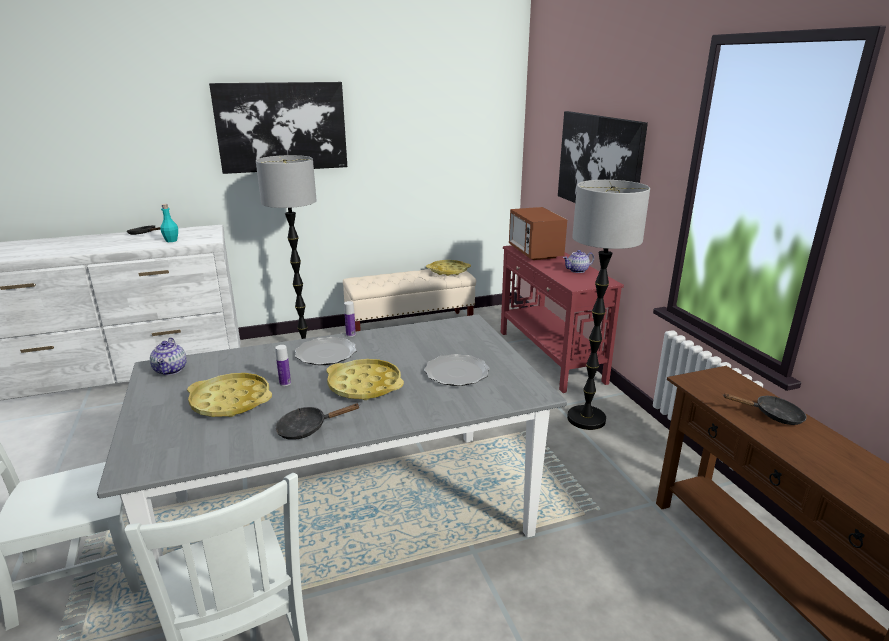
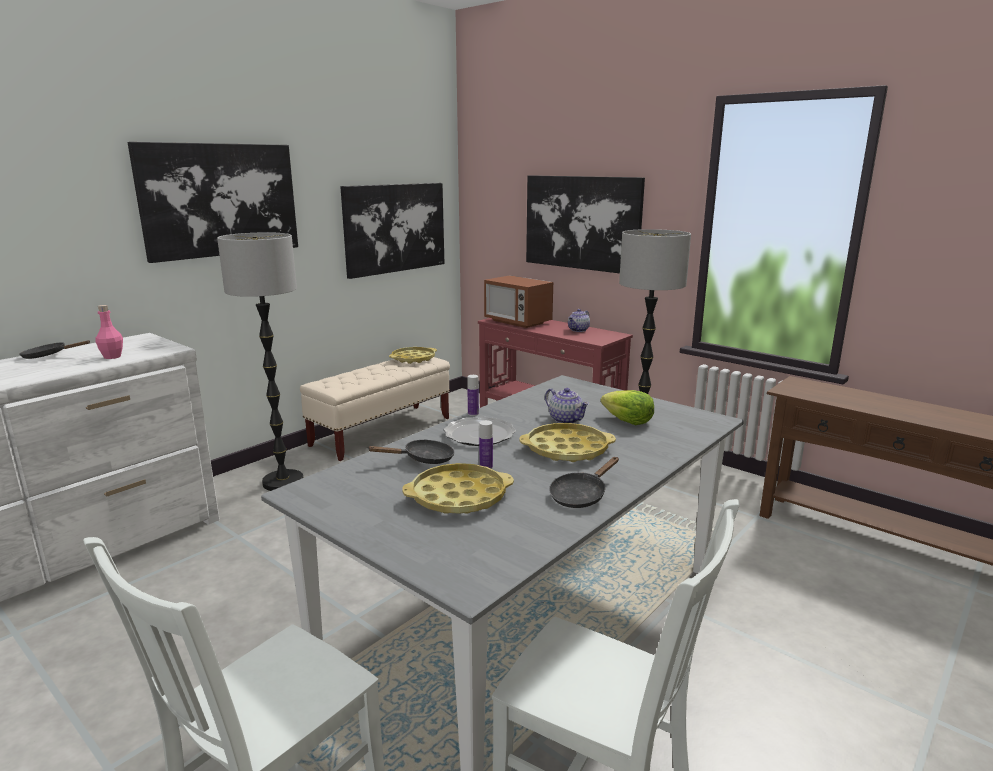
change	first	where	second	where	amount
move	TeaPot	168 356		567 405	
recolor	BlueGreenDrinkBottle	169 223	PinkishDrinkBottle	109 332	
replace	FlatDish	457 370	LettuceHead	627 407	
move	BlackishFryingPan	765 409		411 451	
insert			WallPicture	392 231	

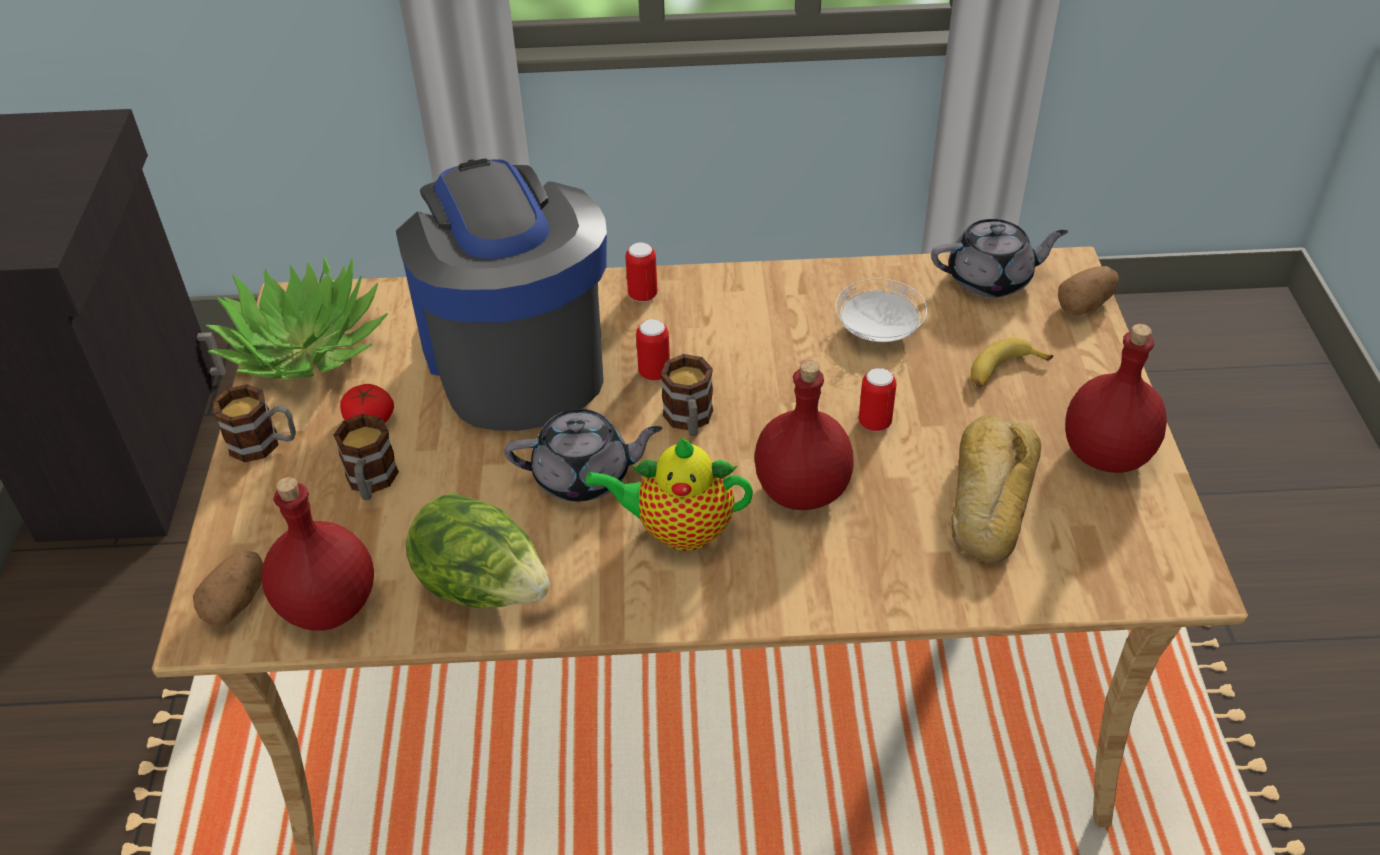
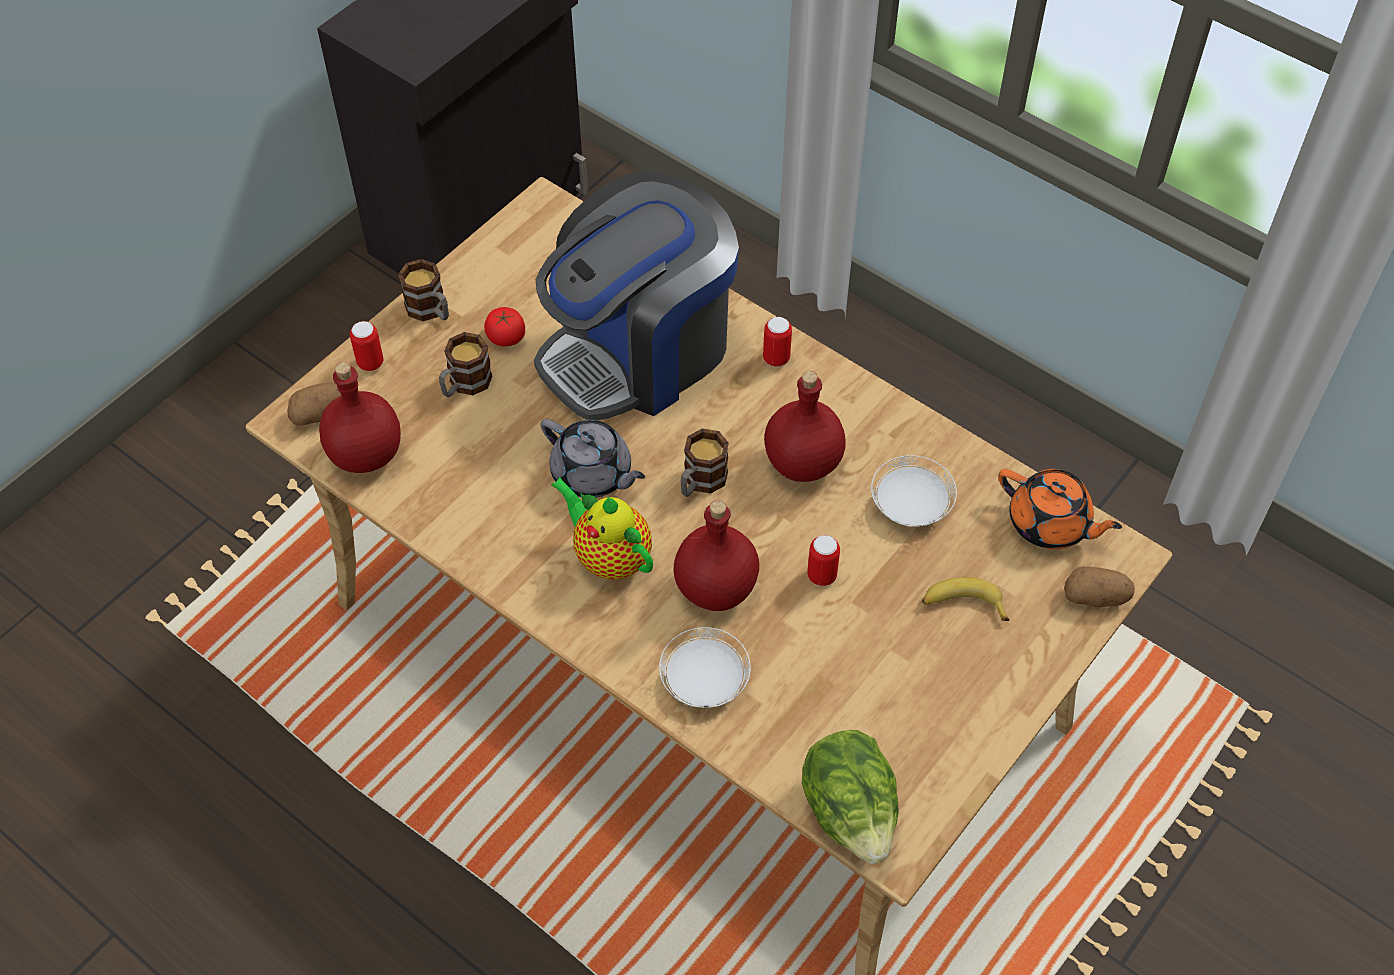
change	first	where	second	where	amount
delete	PottedPlant	296 318			
rotate	CoffeeMachine	501 294		636 296	150 degrees counterclockwise
move	LettuceHead	478 550		850 797	
move	SealedCan	653 350		367 346	
recolor	GreyishTeaPot	999 258	OrangeColouredTeaPot	1060 509	
delete	BakedBread	996 489			
move	ReddishDrinkBottle	1116 398		805 426	
insert			WhitishFlatDish	705 667	

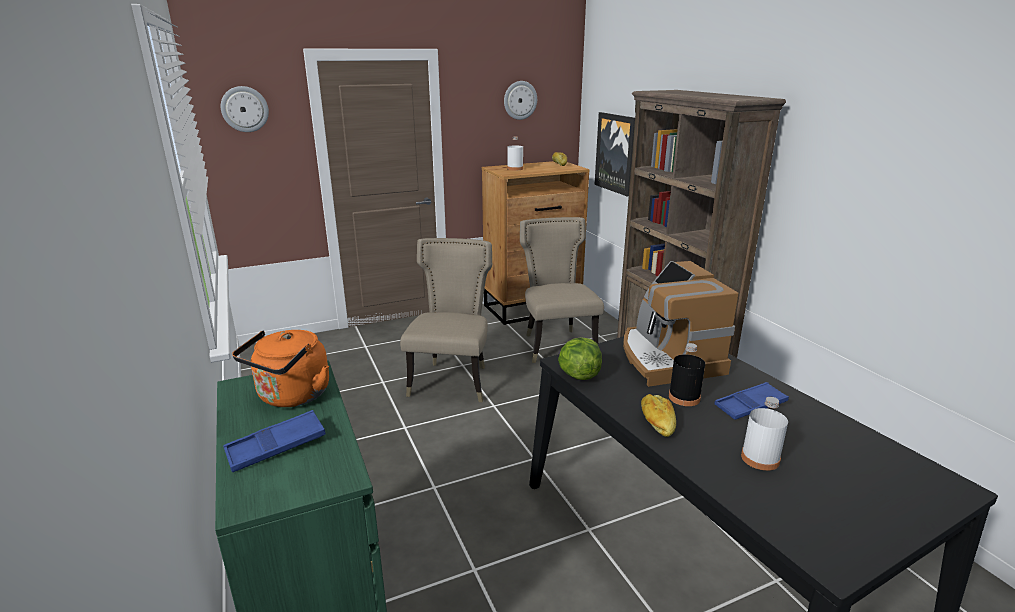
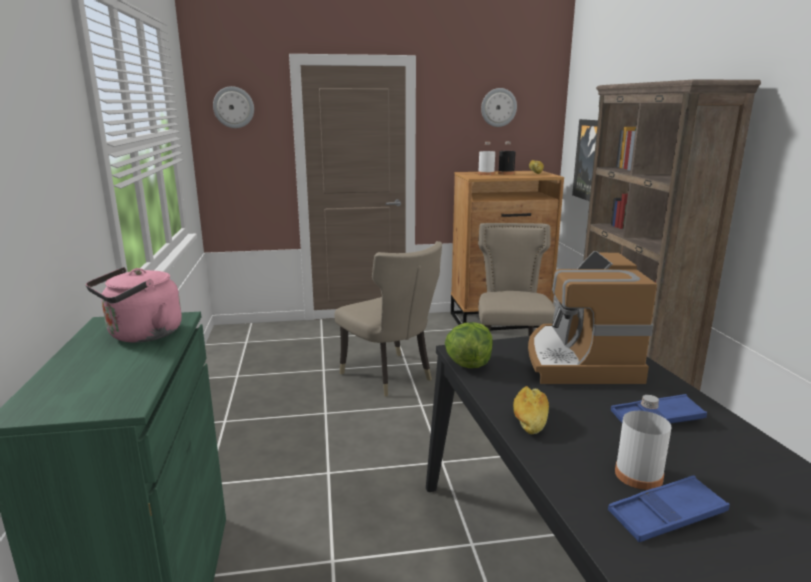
change	first	where	second	where	amount
move	BlueTray	274 441		669 508	
recolor	OrangeColouredKettle	280 368	PinkishKettle	134 305	
rotate	SandColouredPlainChair	446 320		388 318	120 degrees clockwise
move	BlackishDrinkBottle	687 374		507 158	

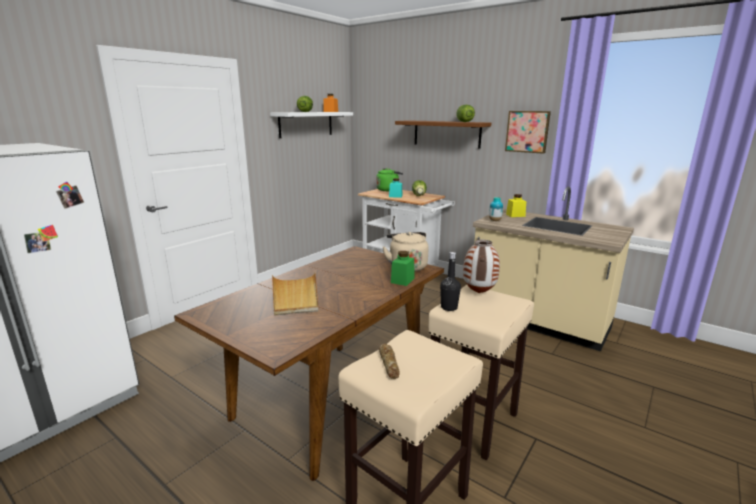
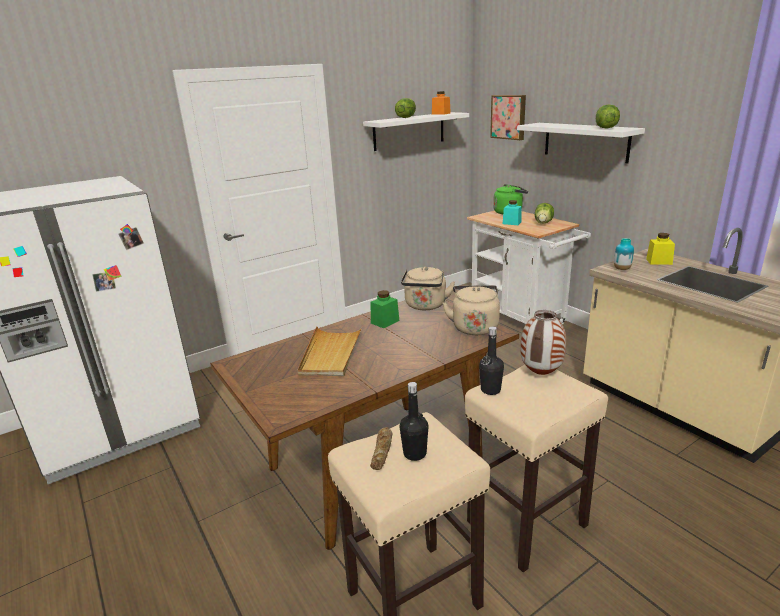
change	first	where	second	where	amount
move	GreenColouredPreserveJar	402 268		384 309	
recolor	BrownColouredBracketShelf	443 134	WhitishBracketShelf	581 143	
move	WallPicture	528 132		508 117	
insert			BlackishDrinkBottle	414 421	
insert			SandColouredKettle	428 288	

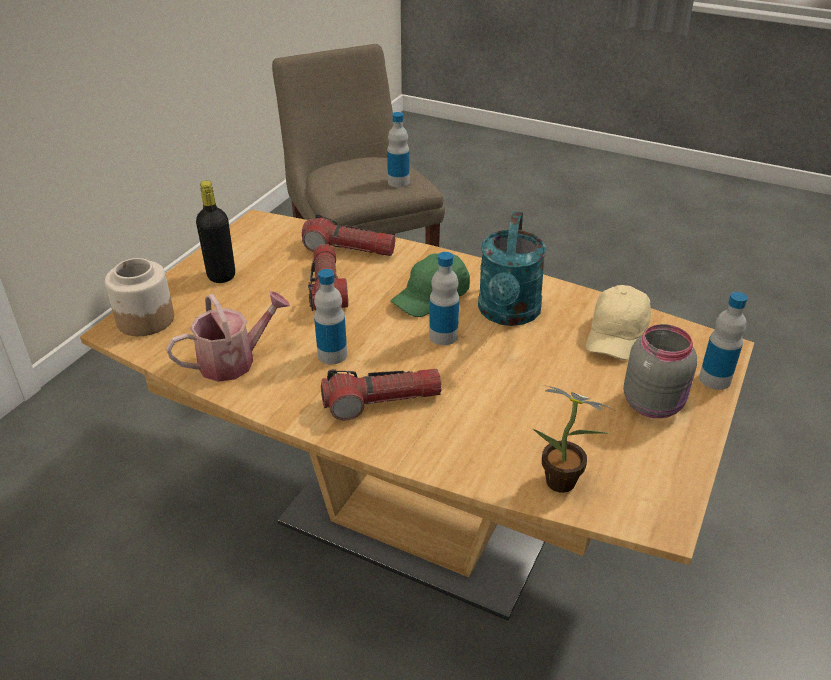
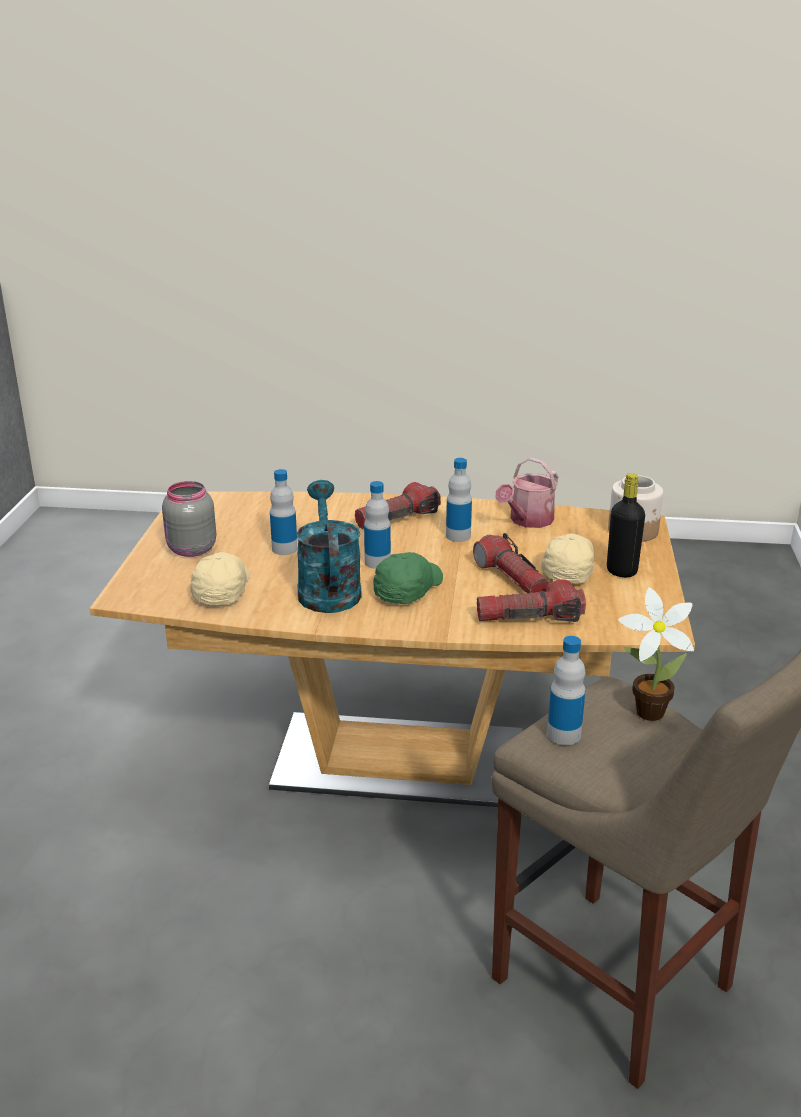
change	first	where	second	where	amount
move	PottedPlant	577 438		656 654	
move	DrinkBottle	723 341		284 512	
insert			SandColouredPeakedCap	567 558	

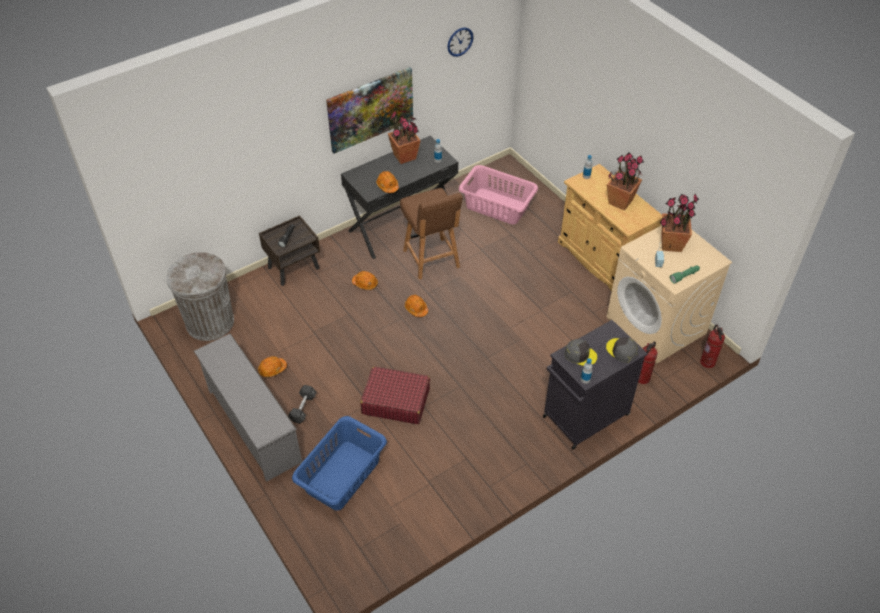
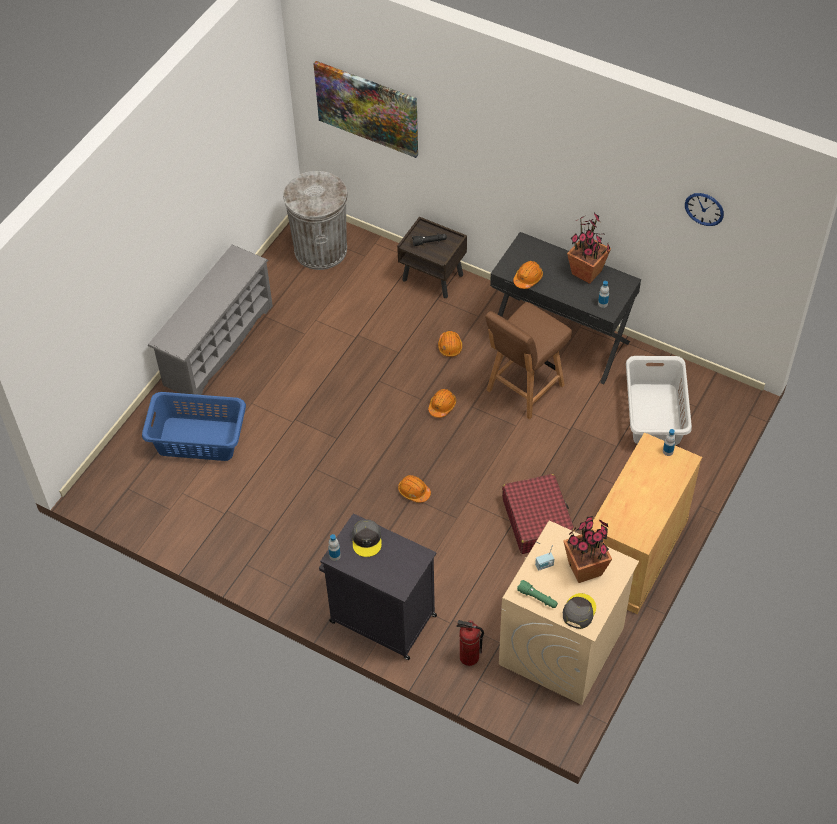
change	first	where	second	where	amount
move	OrangeColouredSafetyHelmet	272 366		414 489	
delete	BlackishFreeWeight	302 404			
move	WallPicture	369 110		365 109	
move	ReddishPieceOfLuggage	395 395		538 514	
recolor	PinkishWashingBasket	498 195	GreyishWashingBasket	659 400	
move	GreyishPeakedCap	622 350		579 611	
delete	PottedPlant	625 182			
delete	Extinguisher	712 346			

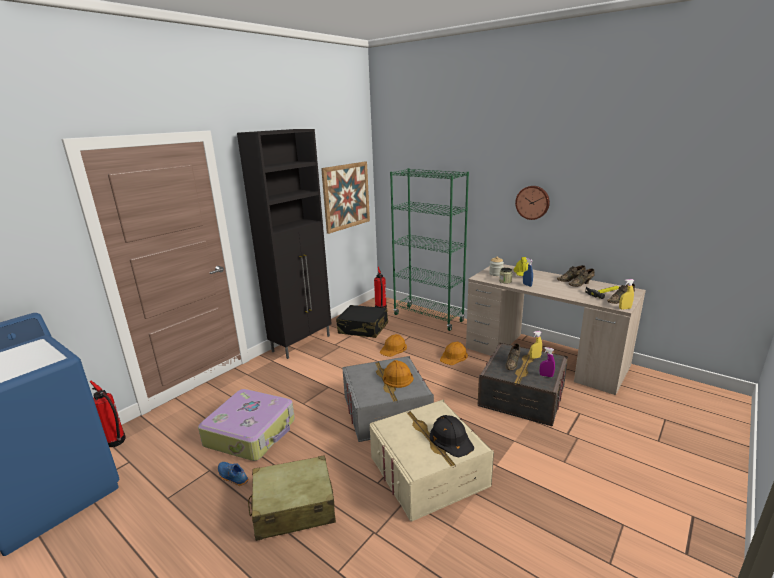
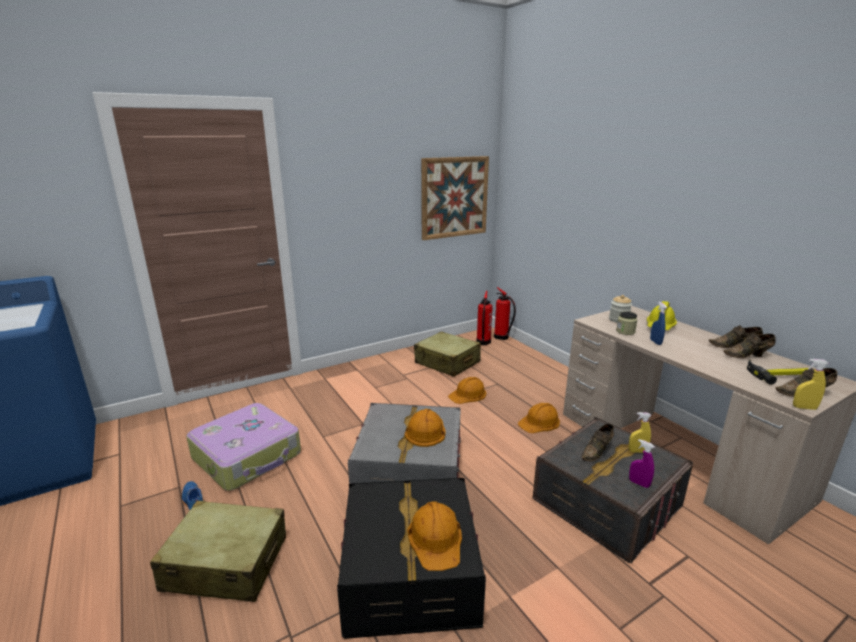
change	first	where	second	where	amount
move	Extinguisher	108 414		505 313	
delete	BlackishStorageCabinet	284 244			
recolor	BlackishPieceOfLuggage	362 321	SandColouredPieceOfLuggage	447 354	
recolor	SandColouredStorageContainer	432 461	BlackishStorageContainer	411 558	
delete	GreenColouredBookcase	429 249			
recolor	BlackishSafetyHelmet	452 436	OrangeColouredSafetyHelmet	434 536	
delete	HangingClock	532 203			

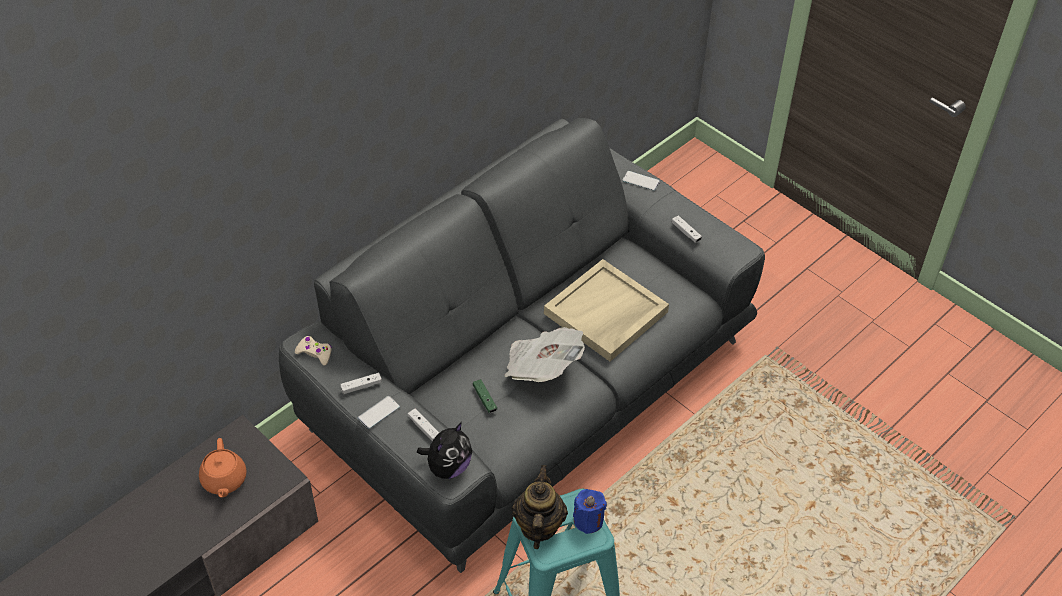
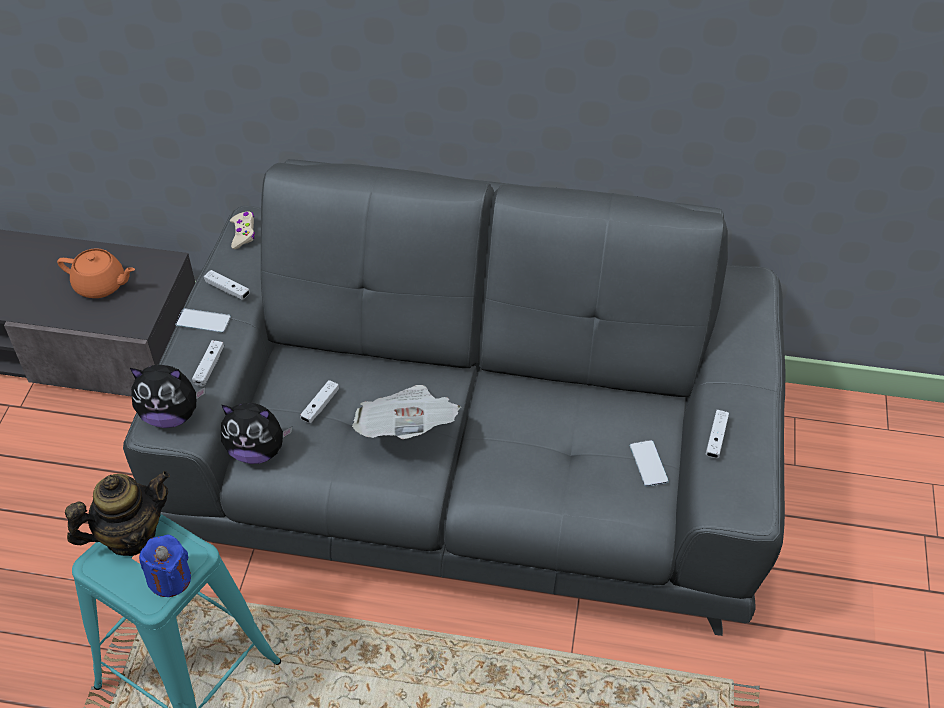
change	first	where	second	where	amount
rotate	OrangeColouredTeaPot	223 467		96 273	120 degrees counterclockwise
recolor	GreenColouredGamepad	485 396	WhitishGamepad	319 401	
delete	SandColouredTray	606 310			
move	Handset	641 181		649 463	
insert			PlushToy	256 433	

